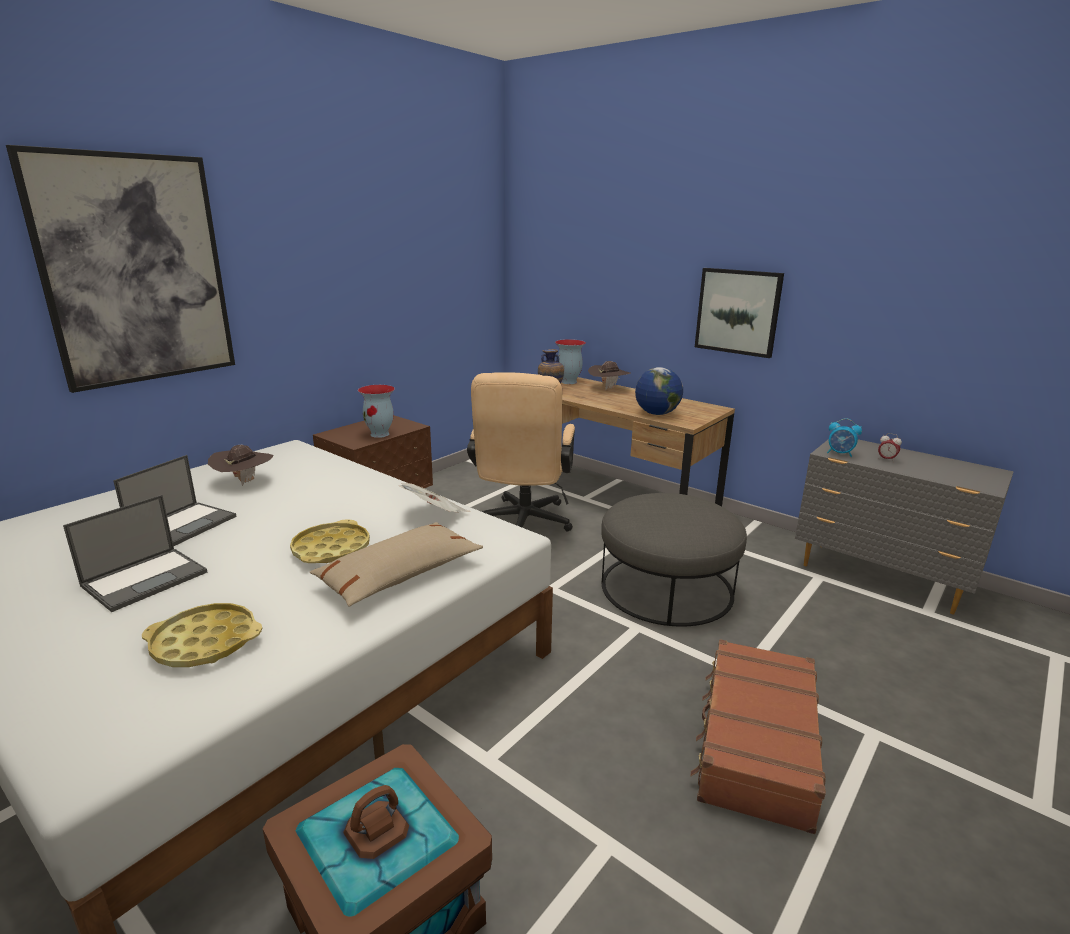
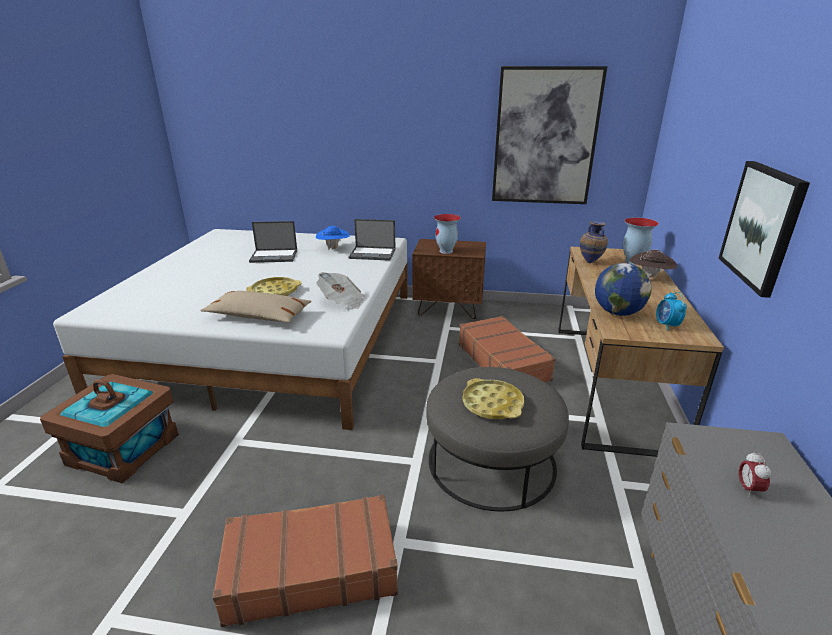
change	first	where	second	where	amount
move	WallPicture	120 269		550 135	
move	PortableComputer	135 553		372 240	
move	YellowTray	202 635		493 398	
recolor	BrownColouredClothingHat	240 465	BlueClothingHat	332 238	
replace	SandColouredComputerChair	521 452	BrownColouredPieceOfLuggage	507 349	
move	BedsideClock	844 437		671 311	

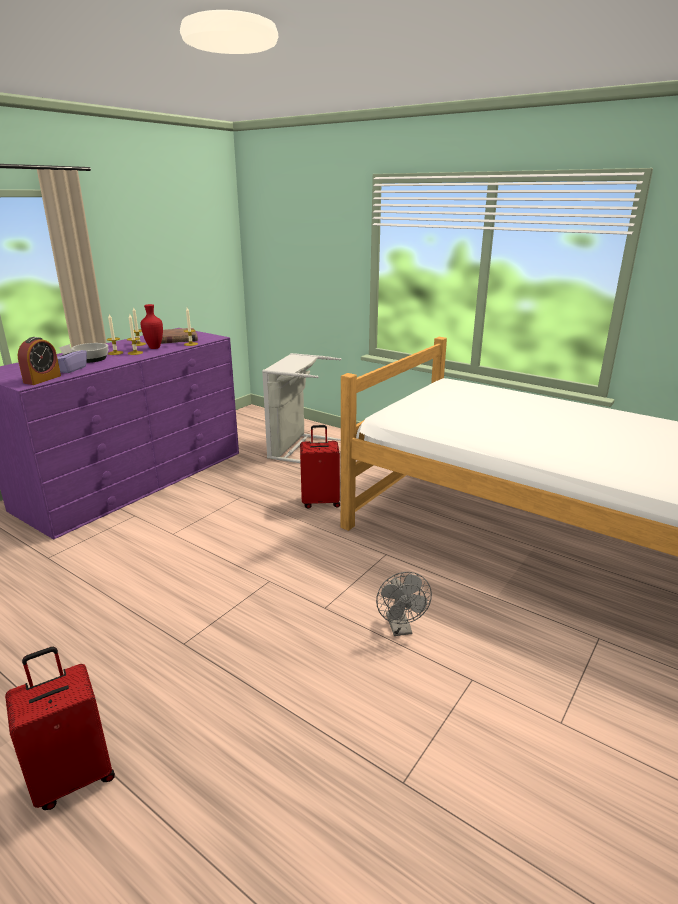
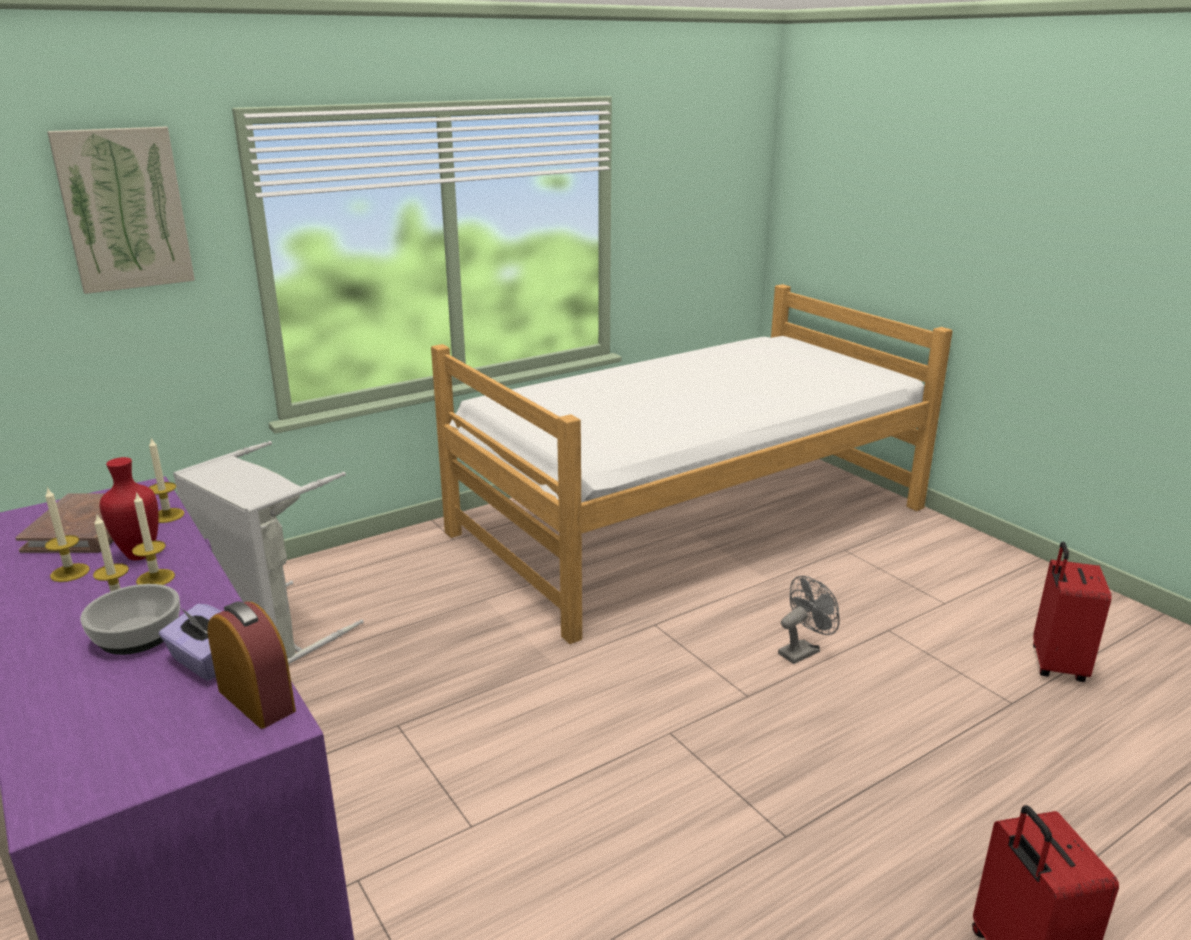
change	first	where	second	where	amount
move	ReddishPieceOfLuggage	320 467		1072 612	
rotate	GreyishCoolingFan	404 604		809 620	45 degrees counterclockwise
insert			WallPicture	121 210	

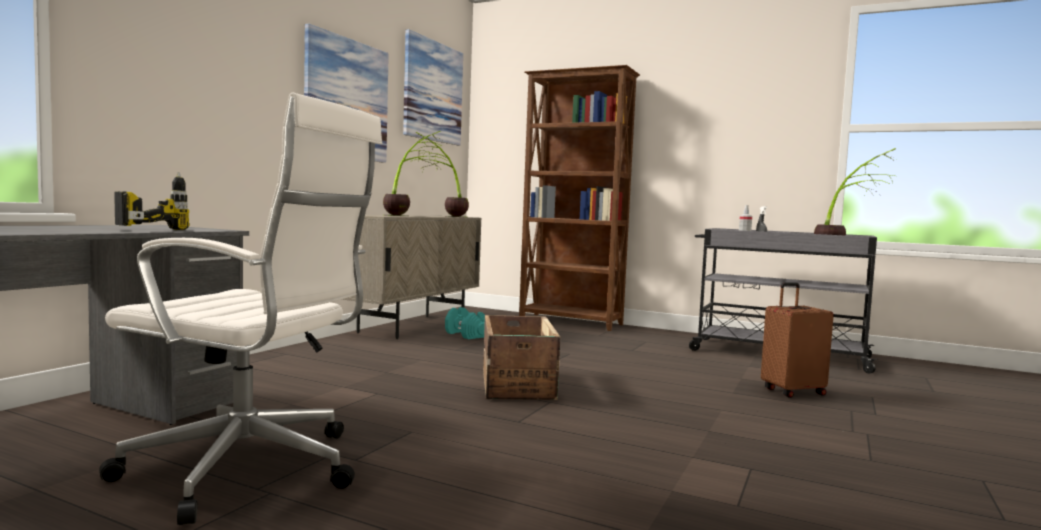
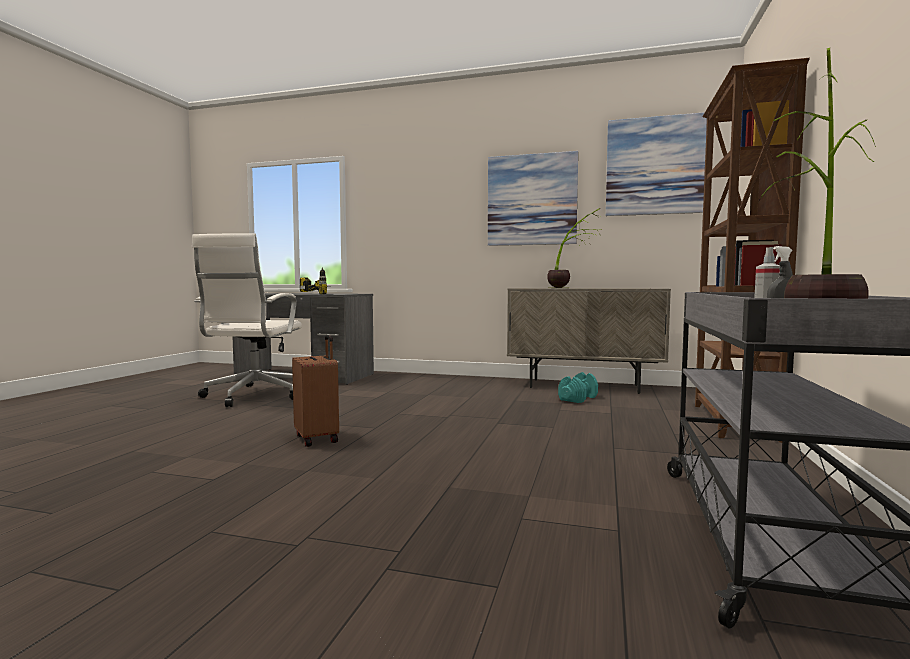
change	first	where	second	where	amount
delete	PottedPlant	440 174			
delete	Crate	521 357			
move	BrownColouredPieceOfLuggage	797 340		315 391	

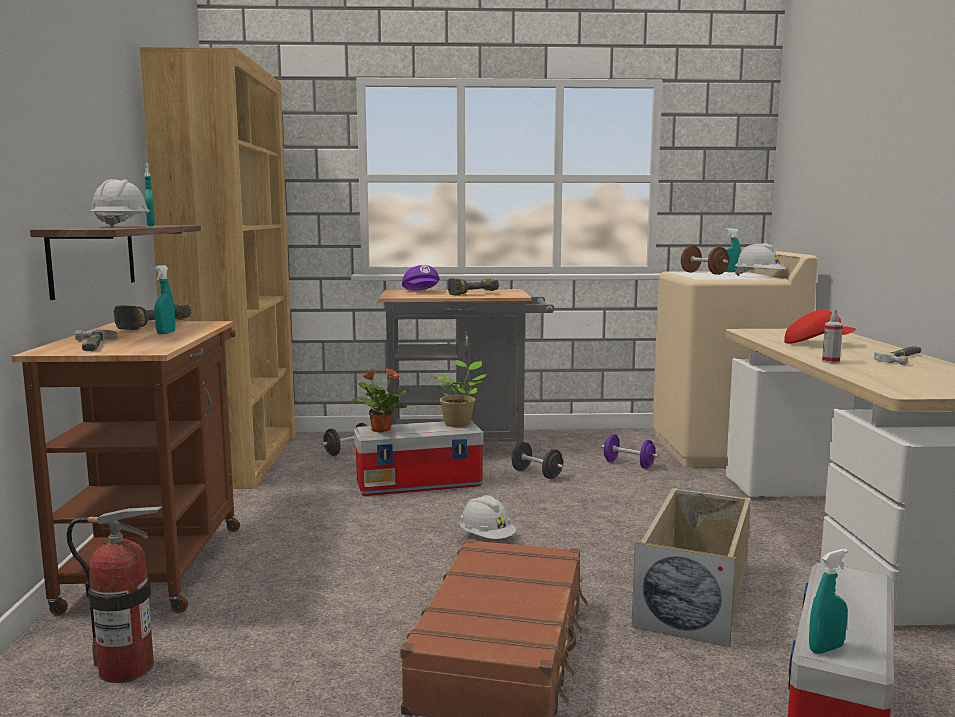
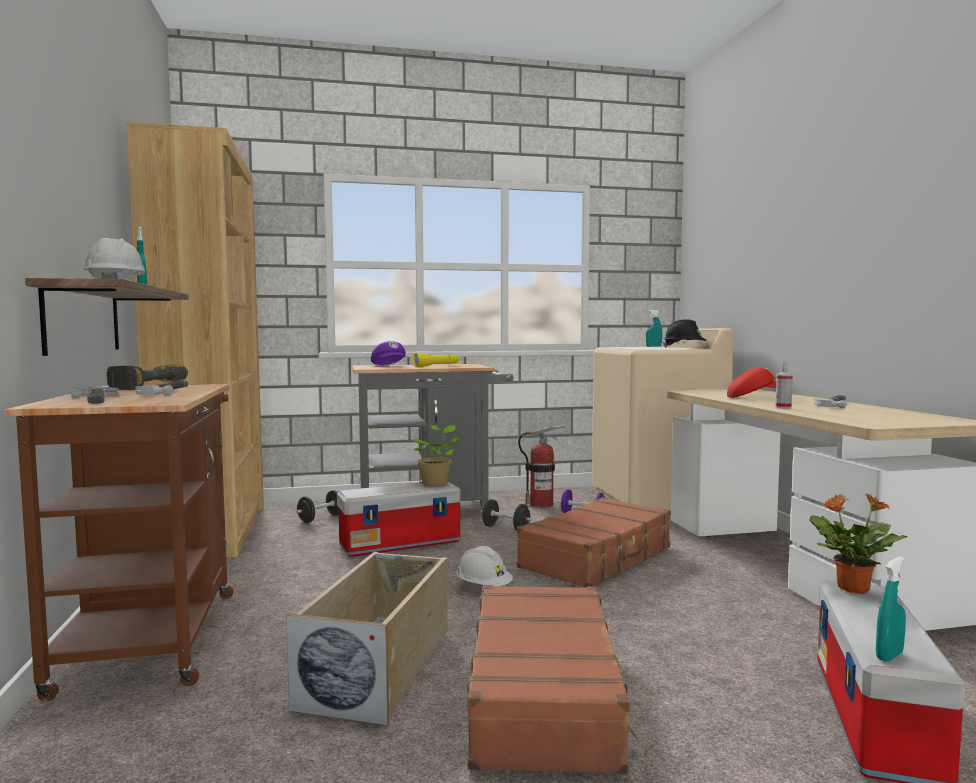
change	first	where	second	where	amount
move	Extinguisher	115 594		541 466	
replace	BlueGreenSprayer	164 299	Hammer	161 387	
move	PottedPlant	381 401		858 543	
replace	ElectricDrill	473 287	YellowTorch	436 360	
move	SandColouredStorageContainer	691 567		367 638	
delete	BrownColouredFreeWeight	705 260			
recolor	WhitishSafetyHelmet	760 259	BlackishSafetyHelmet	685 334	
insert			BrownColouredPieceOfLuggage	594 542	

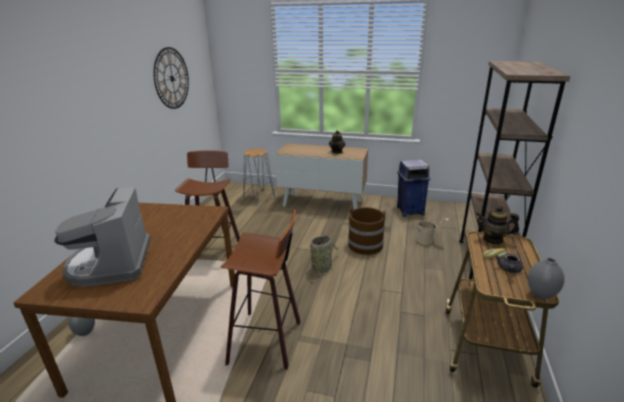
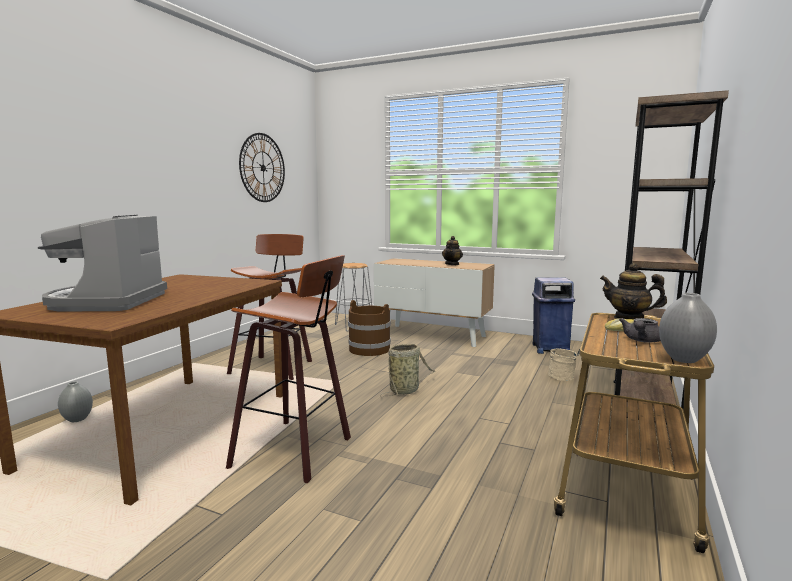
change	first	where	second	where	amount
move	BrownColouredWaterBucket	366 230		369 328	

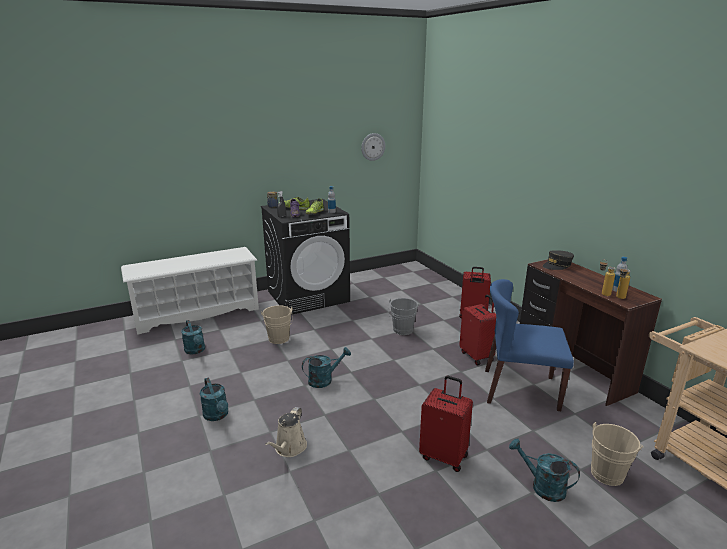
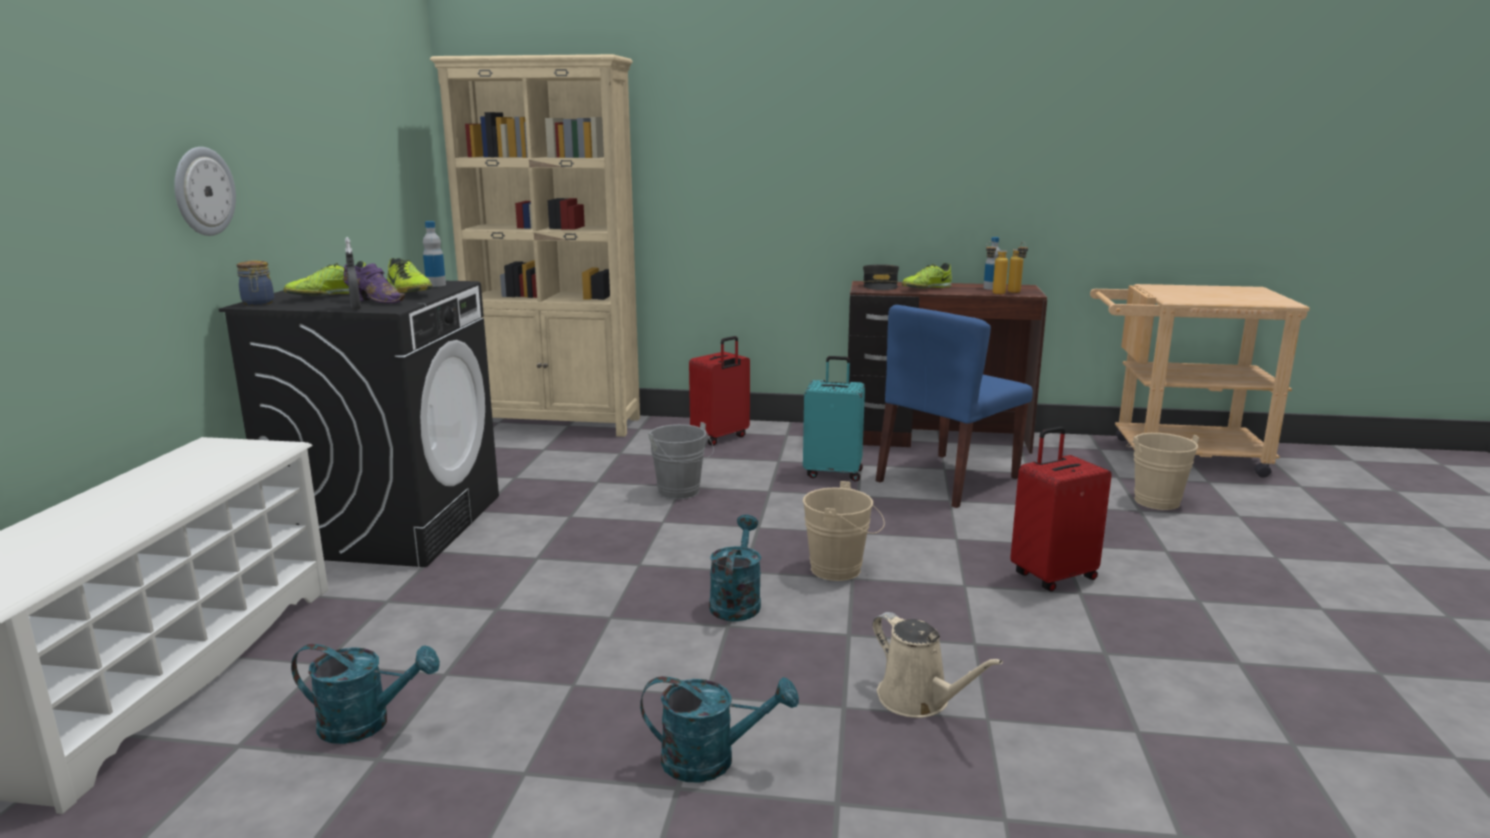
change	first	where	second	where	amount
move	SandColouredWaterBucket	277 324		844 531	
move	HangingClock	373 147		205 191	
recolor	ReddishPieceOfLuggage	477 330	BlueGreenPieceOfLuggage	834 418	
delete	BlueGreenWateringCan	544 470			
insert			SandColouredBookcase	535 245	
insert			ItemOfFootwear	927 276	

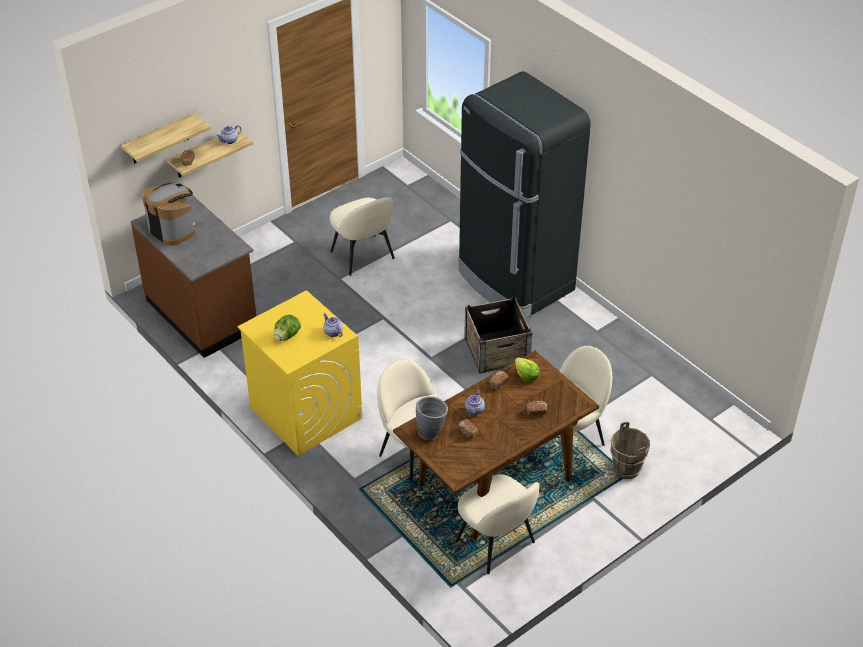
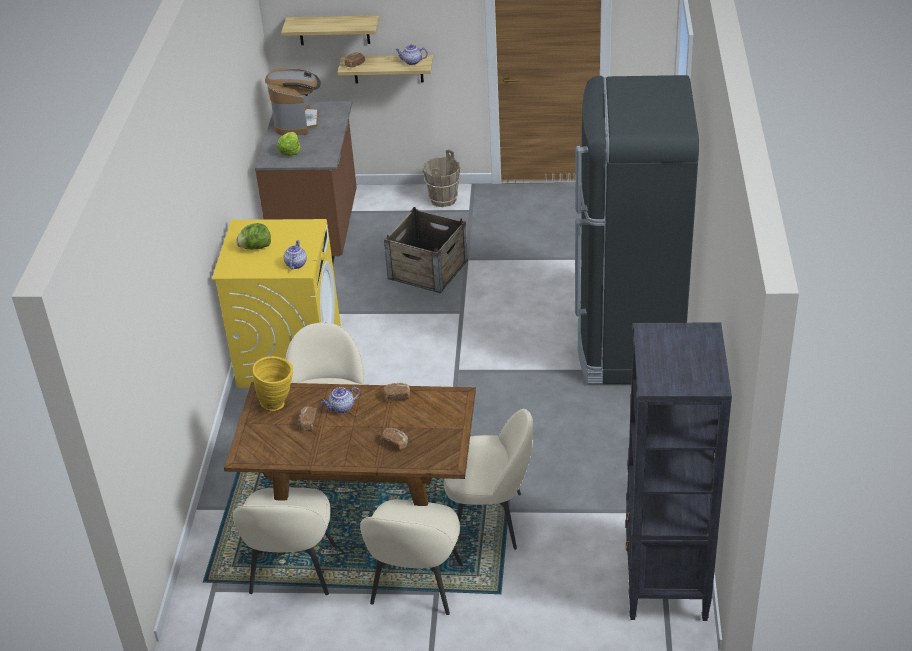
change	first	where	second	where	amount
move	SandColouredPlainChair	362 236		411 557	
recolor	GreyishDecorativeVase	432 418	YellowDecorativeVase	273 383	
move	Crate	498 335		426 250	
move	LettuceHead	527 370		288 144	
move	BrownColouredWaterBucket	630 450		441 178	
insert			BlackishBookcase	678 472	

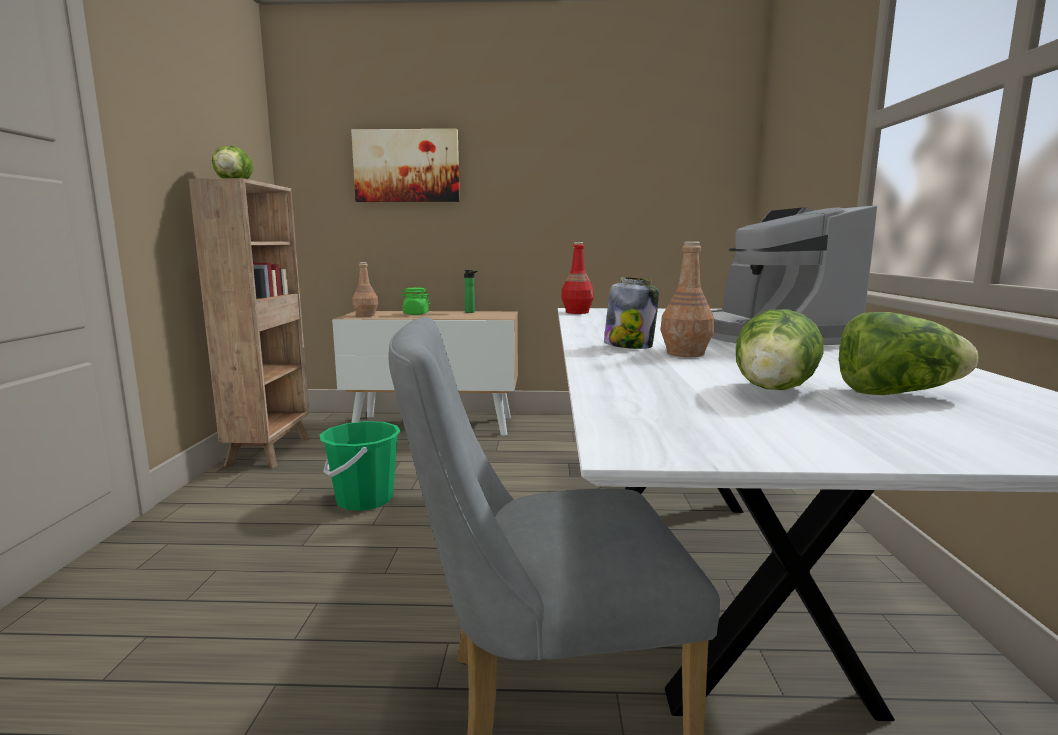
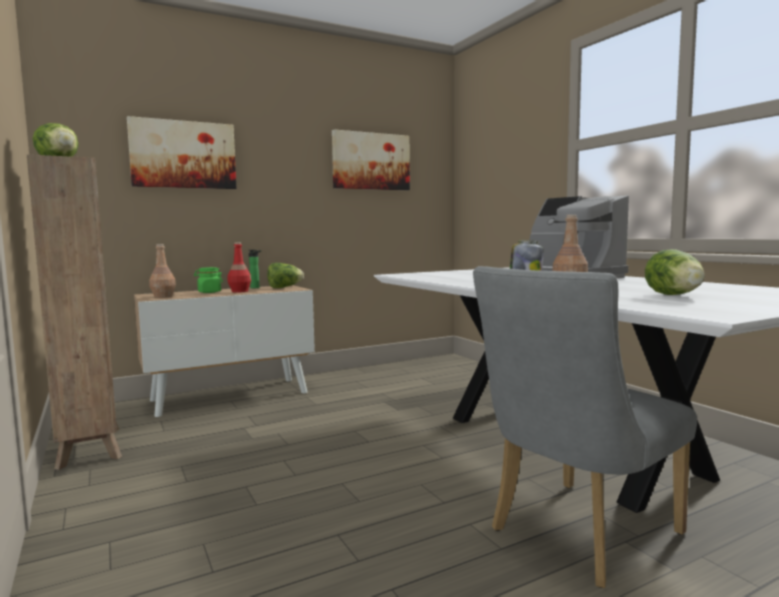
change	first	where	second	where	amount
delete	GreenColouredWaterBucket	360 466			
move	ReddishDrinkBottle	577 278		239 268	
move	LettuceHead	908 353		285 275	
insert			WallPicture	371 159	

